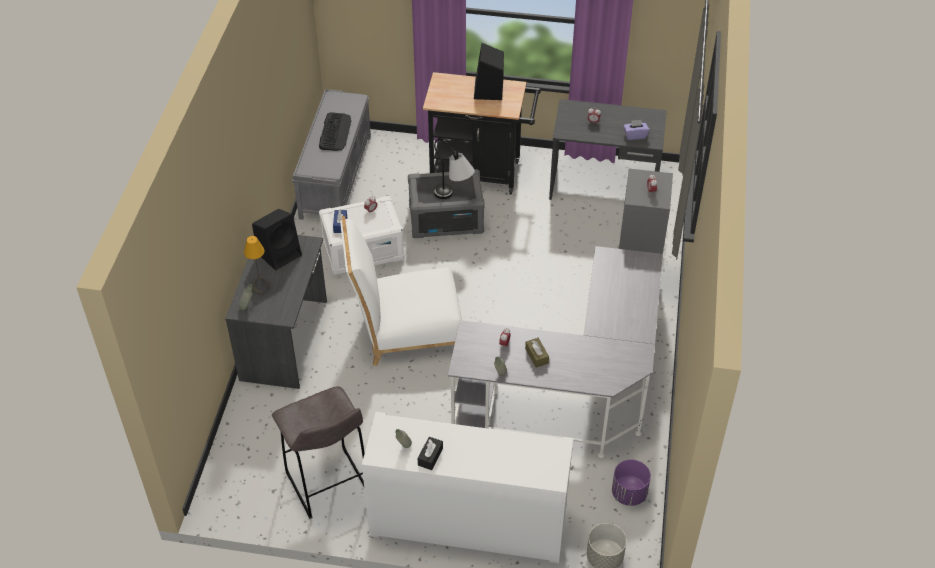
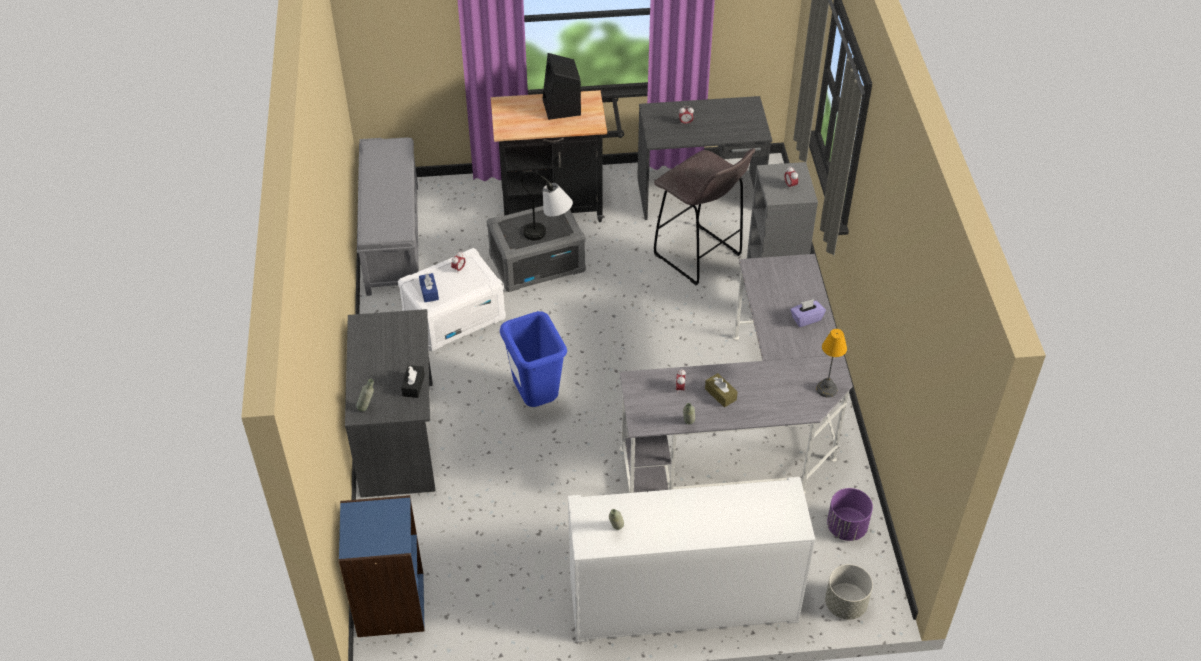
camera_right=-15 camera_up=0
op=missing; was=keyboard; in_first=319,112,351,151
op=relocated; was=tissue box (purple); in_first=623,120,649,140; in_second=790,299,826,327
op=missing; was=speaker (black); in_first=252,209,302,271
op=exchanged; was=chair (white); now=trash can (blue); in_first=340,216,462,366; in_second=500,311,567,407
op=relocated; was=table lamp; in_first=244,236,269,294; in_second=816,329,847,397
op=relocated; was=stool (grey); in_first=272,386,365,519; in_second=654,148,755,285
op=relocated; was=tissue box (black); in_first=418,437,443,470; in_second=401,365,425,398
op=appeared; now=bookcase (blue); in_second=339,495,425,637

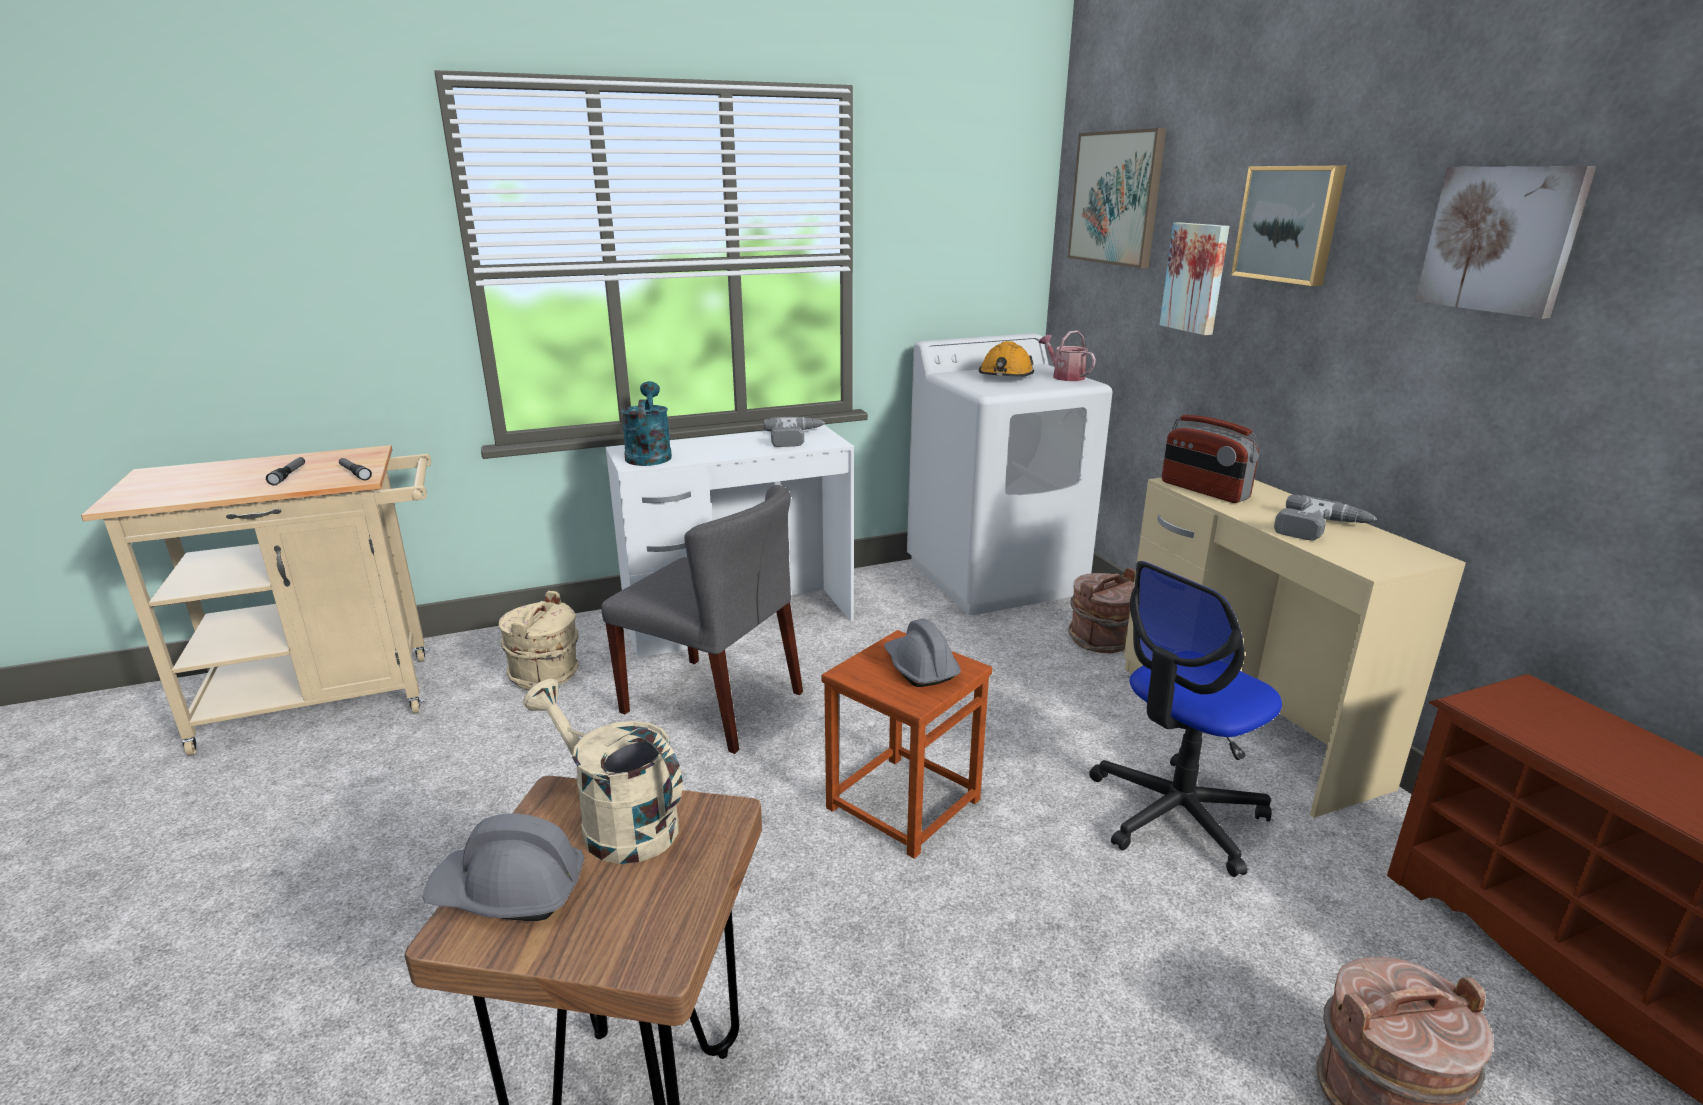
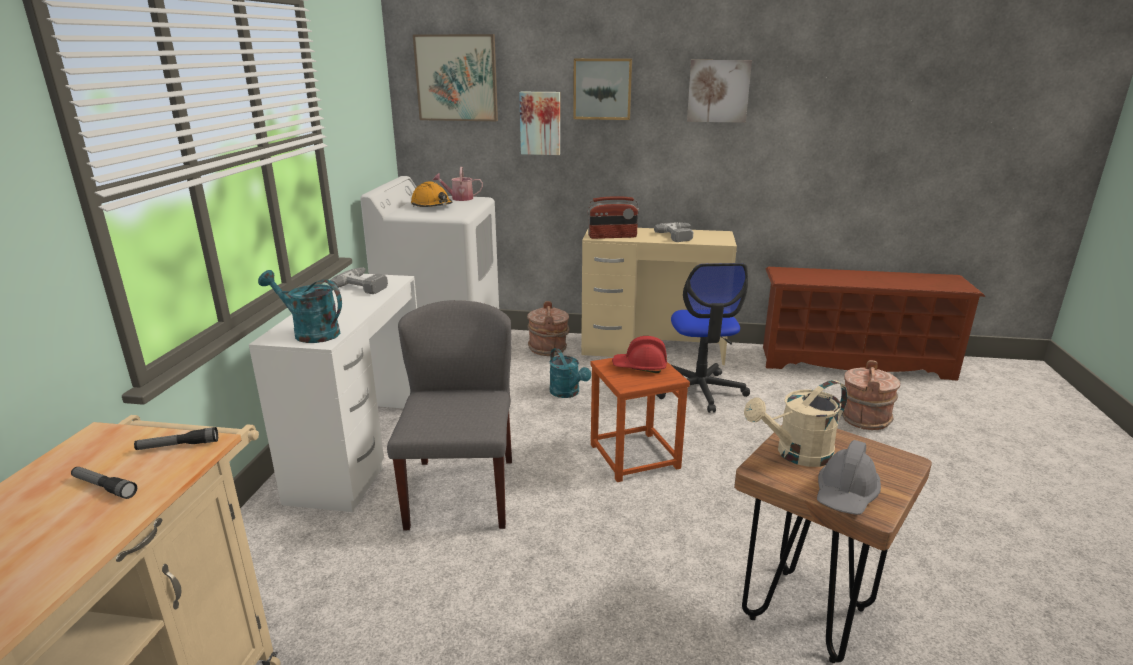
camera_right=-60 camera_up=0
op=spun; was=chair (grey); in_first=601,485,803,754; in_second=387,300,512,530; clockwise=-60
op=missing; was=bucket (beige); in_first=499,591,579,690
op=colour; was=hard hat (grey); now=hard hat (red); in_first=884,619,961,687; in_second=612,336,667,373
op=appeared; now=watering can (turquoise); in_second=550,348,591,398

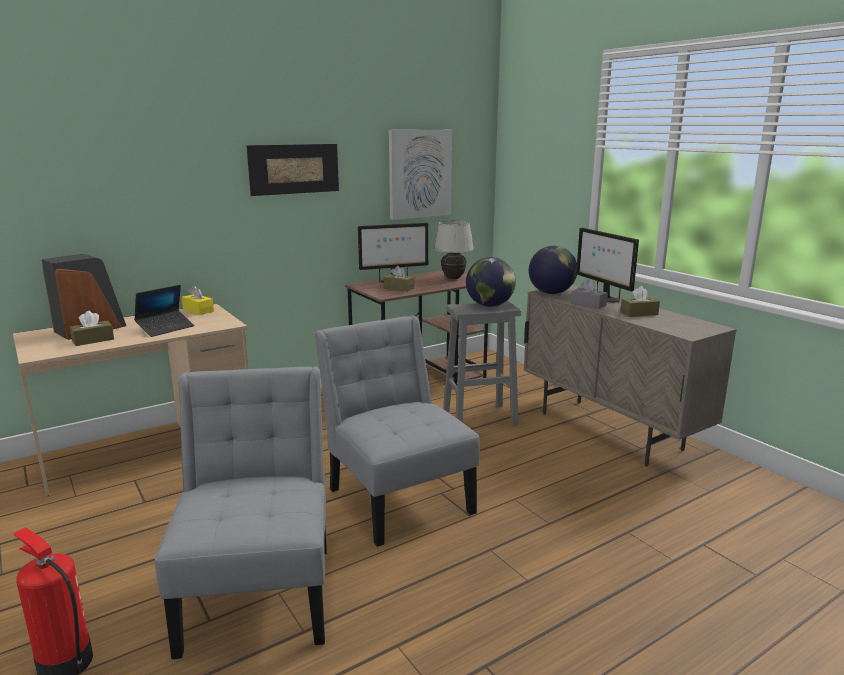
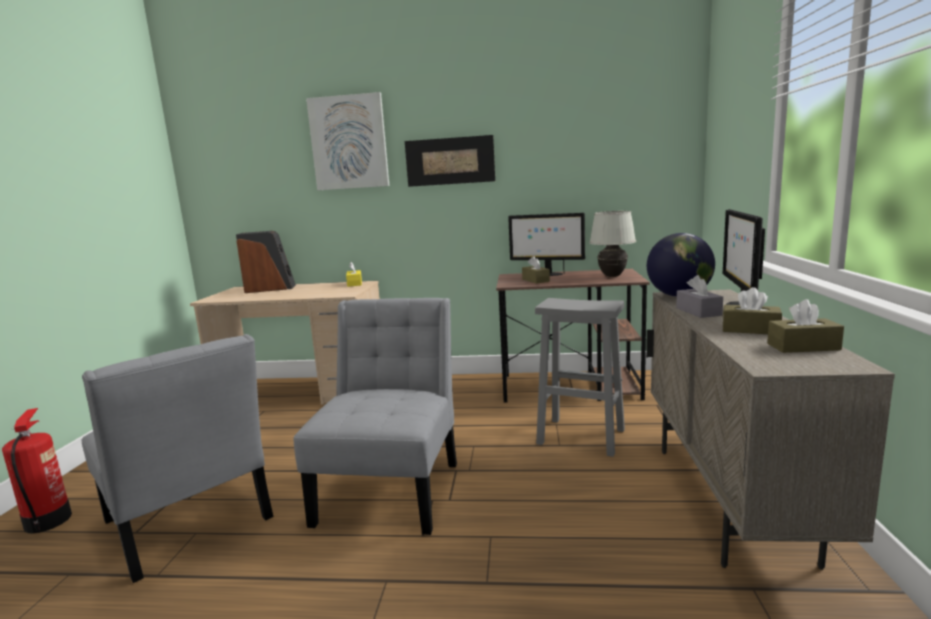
camera_right=40 camera_up=-5
op=relocated; was=picture; in_first=389,130,452,220; in_second=306,92,389,190
op=missing; was=globe; in_first=466,257,516,307
op=missing; was=laptop; in_first=134,285,194,337
op=relocated; was=tissue box (brown); in_first=70,311,114,346; in_second=767,299,844,353
op=spun; was=chair (grey); in_first=155,366,327,659; in_second=82,334,274,583; clockwise=105

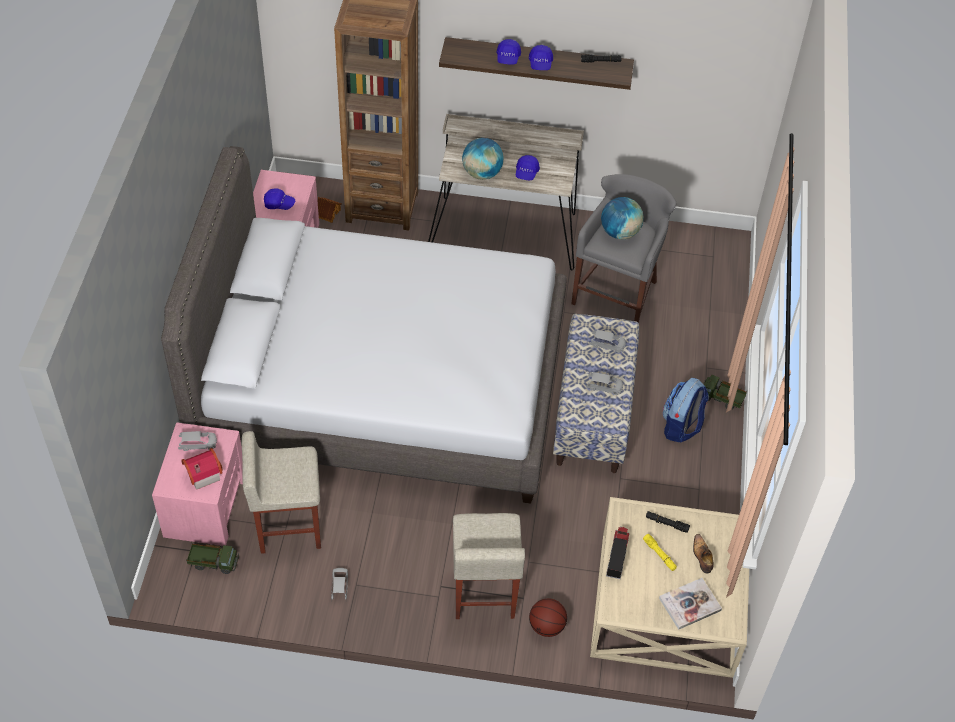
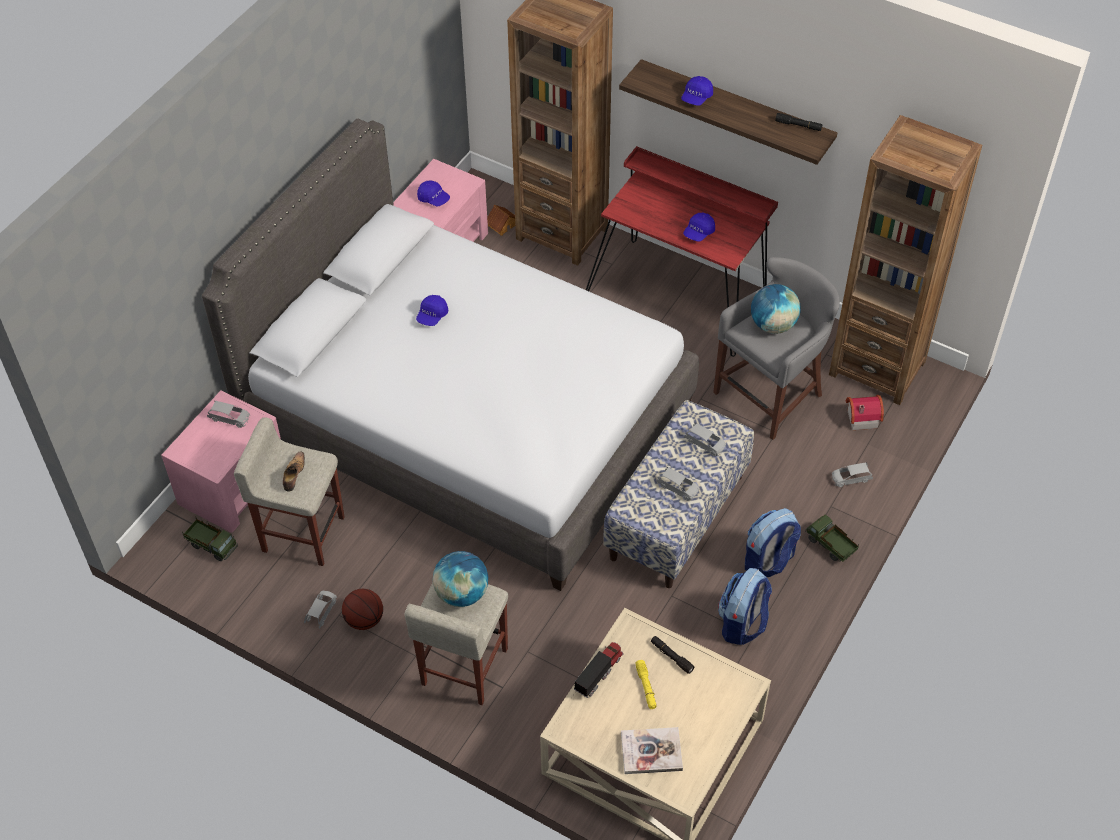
camera_right=25 camera_up=0
op=relocated; was=cap (blue); in_first=529,45,553,70; in_second=416,295,448,326
op=colour; was=desk (beige); now=desk (red); in_first=428,114,584,271; in_second=586,146,778,357
op=relocated; was=globe; in_first=462,138,504,180; in_second=433,551,488,607
op=relocated; was=toy house; in_first=182,448,223,490; in_second=846,395,884,430
op=relocated; was=shoe; in_first=693,534,713,574; in_second=283,451,305,492
op=relocated; was=basketball; in_first=529,598,567,637; in_second=342,589,383,630
op=appeared; now=bookcase (brown); in_second=829,115,982,405
op=appeared; now=toy car (grey); in_second=831,462,873,487
op=appeared; now=backpack; in_second=718,568,772,645

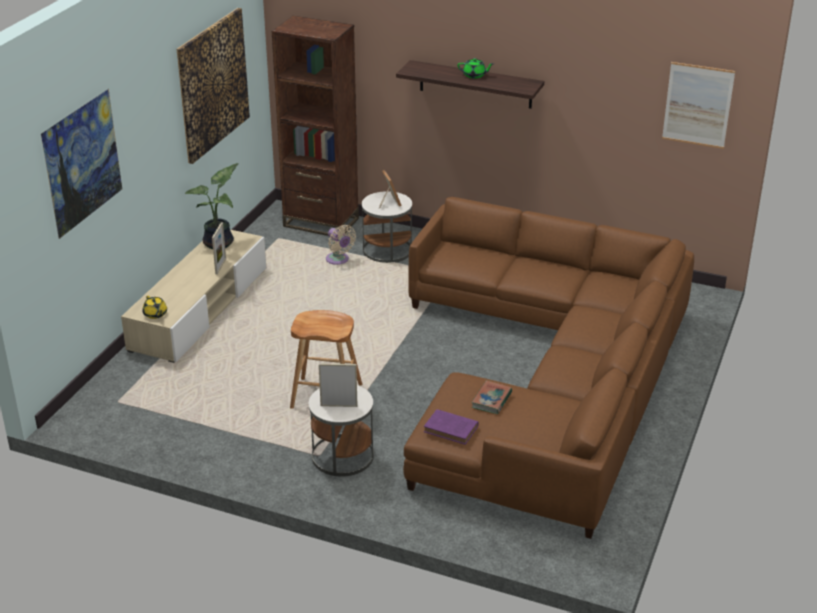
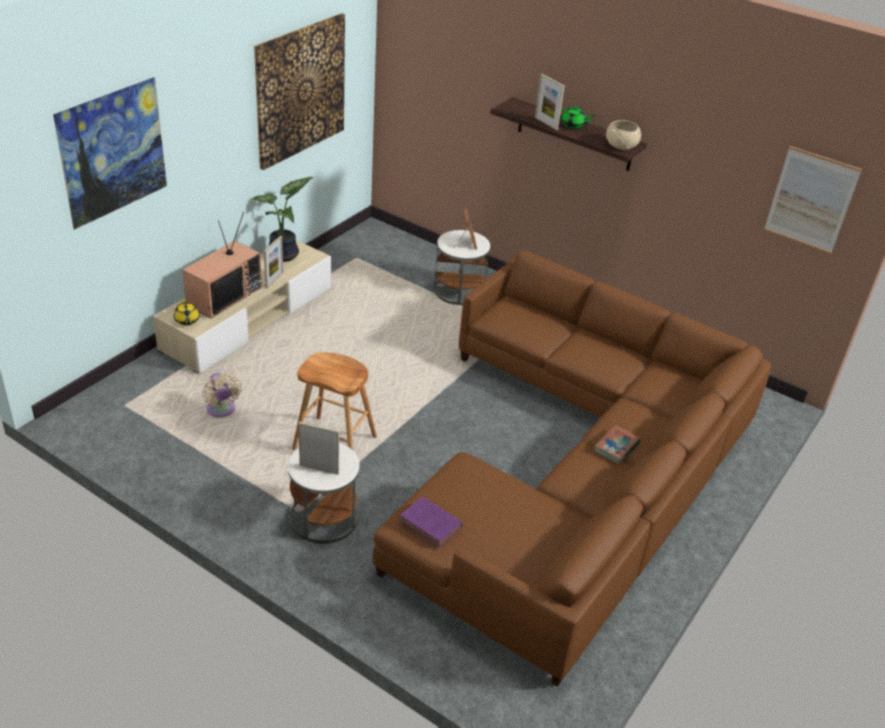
camera_right=10 camera_up=5
op=missing; was=bookcase (brown); in_first=272,16,359,236
op=relocated; was=fan (beige); in_first=326,225,356,265; in_second=202,372,242,417
op=relocated; was=book; in_first=471,381,512,414; in_second=594,425,641,464
op=appeared; now=picture frame; in_second=535,74,565,130
op=appeared; now=bowl (beige); in_second=606,120,641,150
op=appeared; now=television; in_second=182,212,262,318

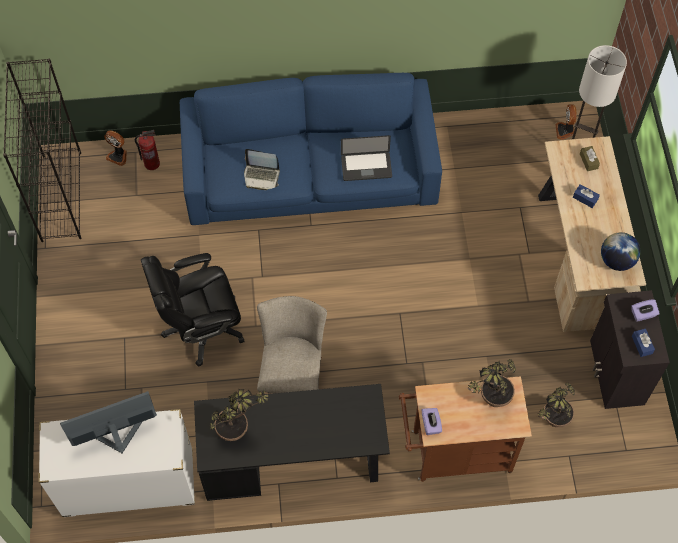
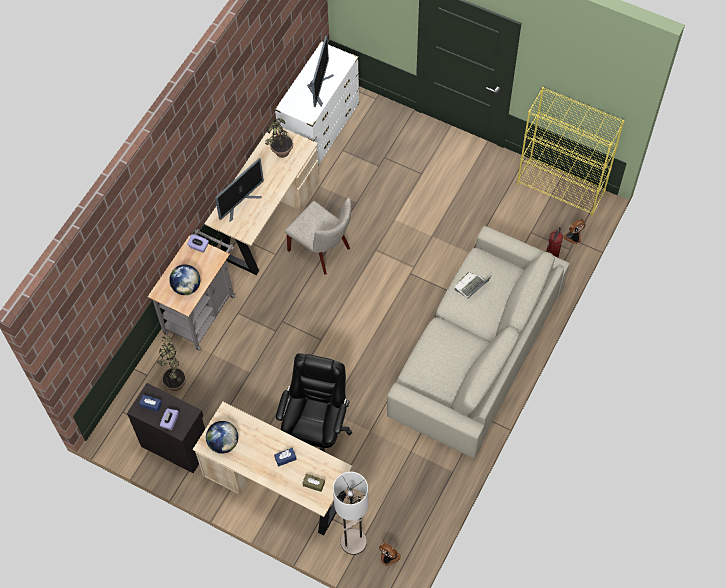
camera_right=125 camera_up=0
op=colour; was=bookcase (black); now=bookcase (yellow); in_first=3,58,81,242; in_second=517,87,624,217
op=colour; was=sofa (blue); now=sofa (beige); in_first=180,73,442,225; in_second=387,226,570,458
op=missing; was=laptop; in_first=341,135,392,181
op=relocated; was=office chair (black); in_first=141,253,245,367; in_second=276,353,352,453
op=exchanged; was=potted plant; now=globe; in_first=465,359,516,407; in_second=169,265,200,295
op=colour; was=cart (brown); now=cart (grey); in_first=399,376,532,482; in_second=148,229,235,351
op=colour; was=desk (black); now=desk (beige); in_first=194,384,390,501; in_second=204,128,320,275
op=appeared; now=monitor; in_second=215,158,264,222

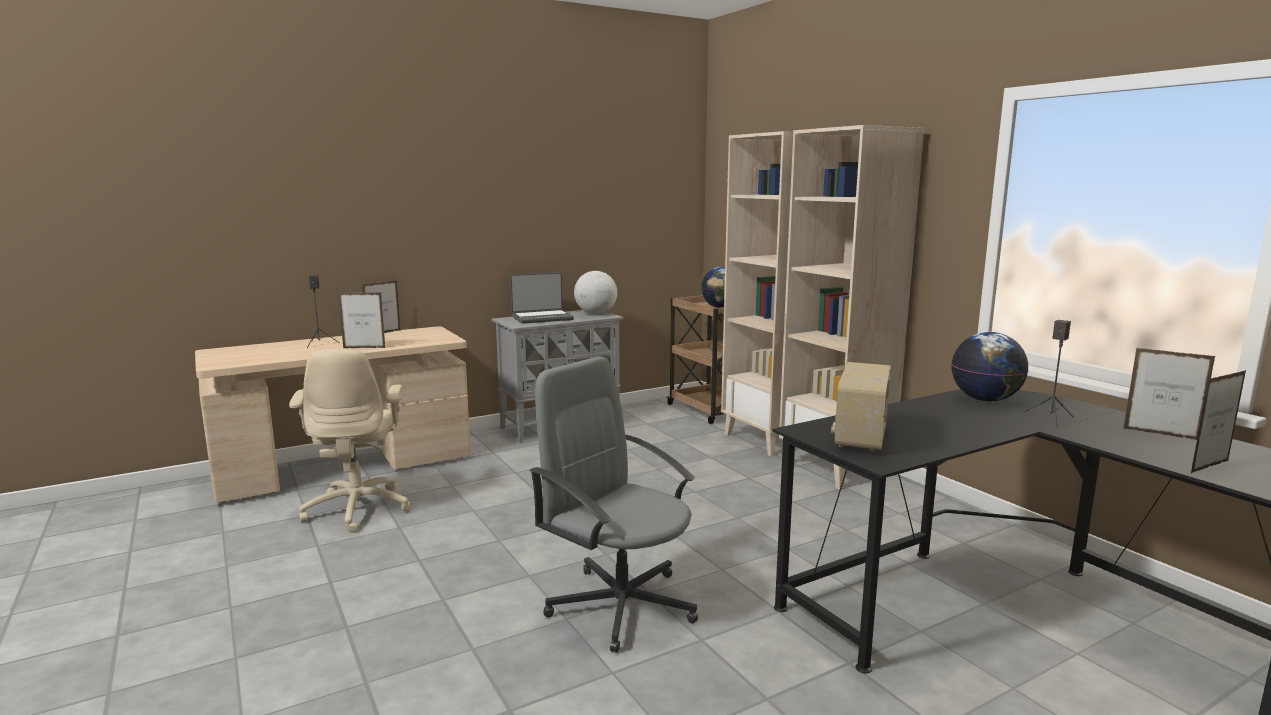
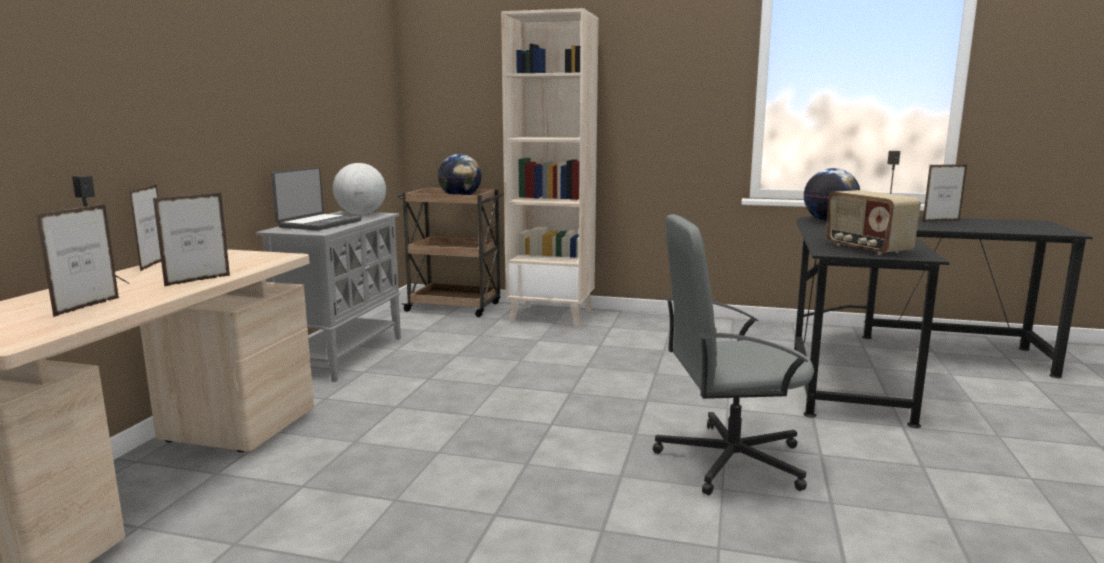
camera_right=-45 camera_up=0
op=missing; was=bookcase (beige); in_first=779,125,924,490
op=missing; was=office chair (beige); in_first=289,348,412,533
op=relocated; was=picture frame; in_first=1191,370,1246,473; in_second=36,204,119,317

